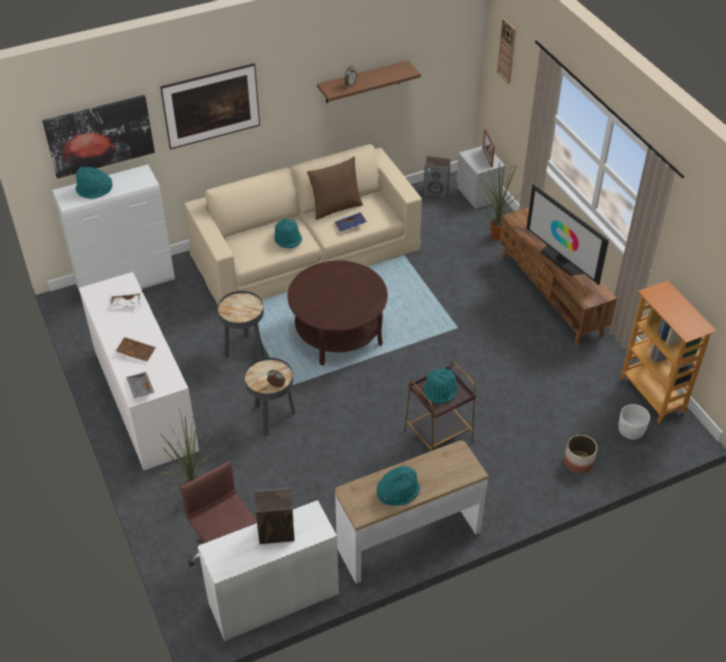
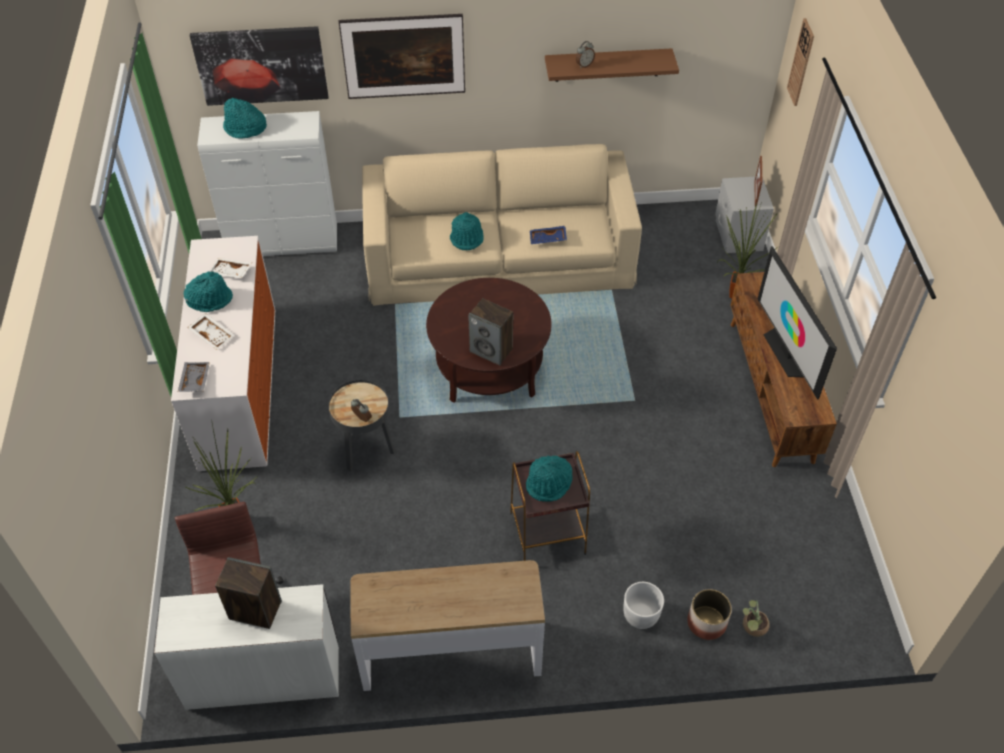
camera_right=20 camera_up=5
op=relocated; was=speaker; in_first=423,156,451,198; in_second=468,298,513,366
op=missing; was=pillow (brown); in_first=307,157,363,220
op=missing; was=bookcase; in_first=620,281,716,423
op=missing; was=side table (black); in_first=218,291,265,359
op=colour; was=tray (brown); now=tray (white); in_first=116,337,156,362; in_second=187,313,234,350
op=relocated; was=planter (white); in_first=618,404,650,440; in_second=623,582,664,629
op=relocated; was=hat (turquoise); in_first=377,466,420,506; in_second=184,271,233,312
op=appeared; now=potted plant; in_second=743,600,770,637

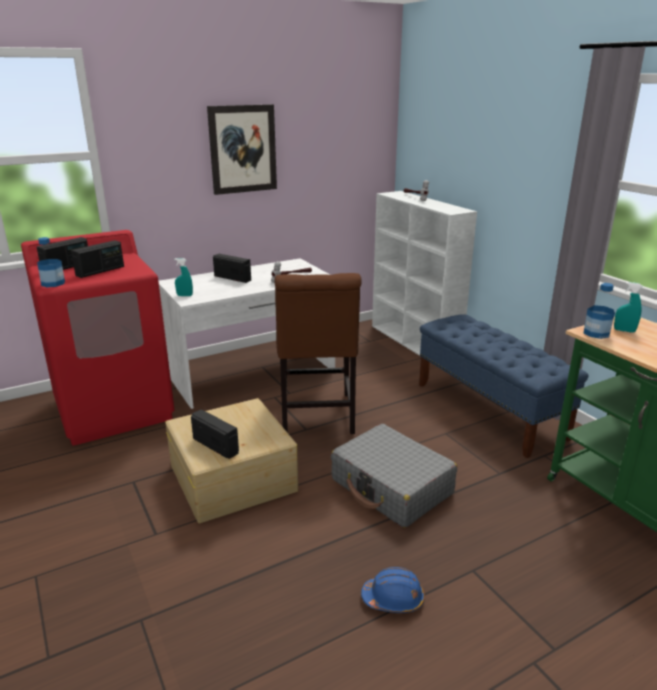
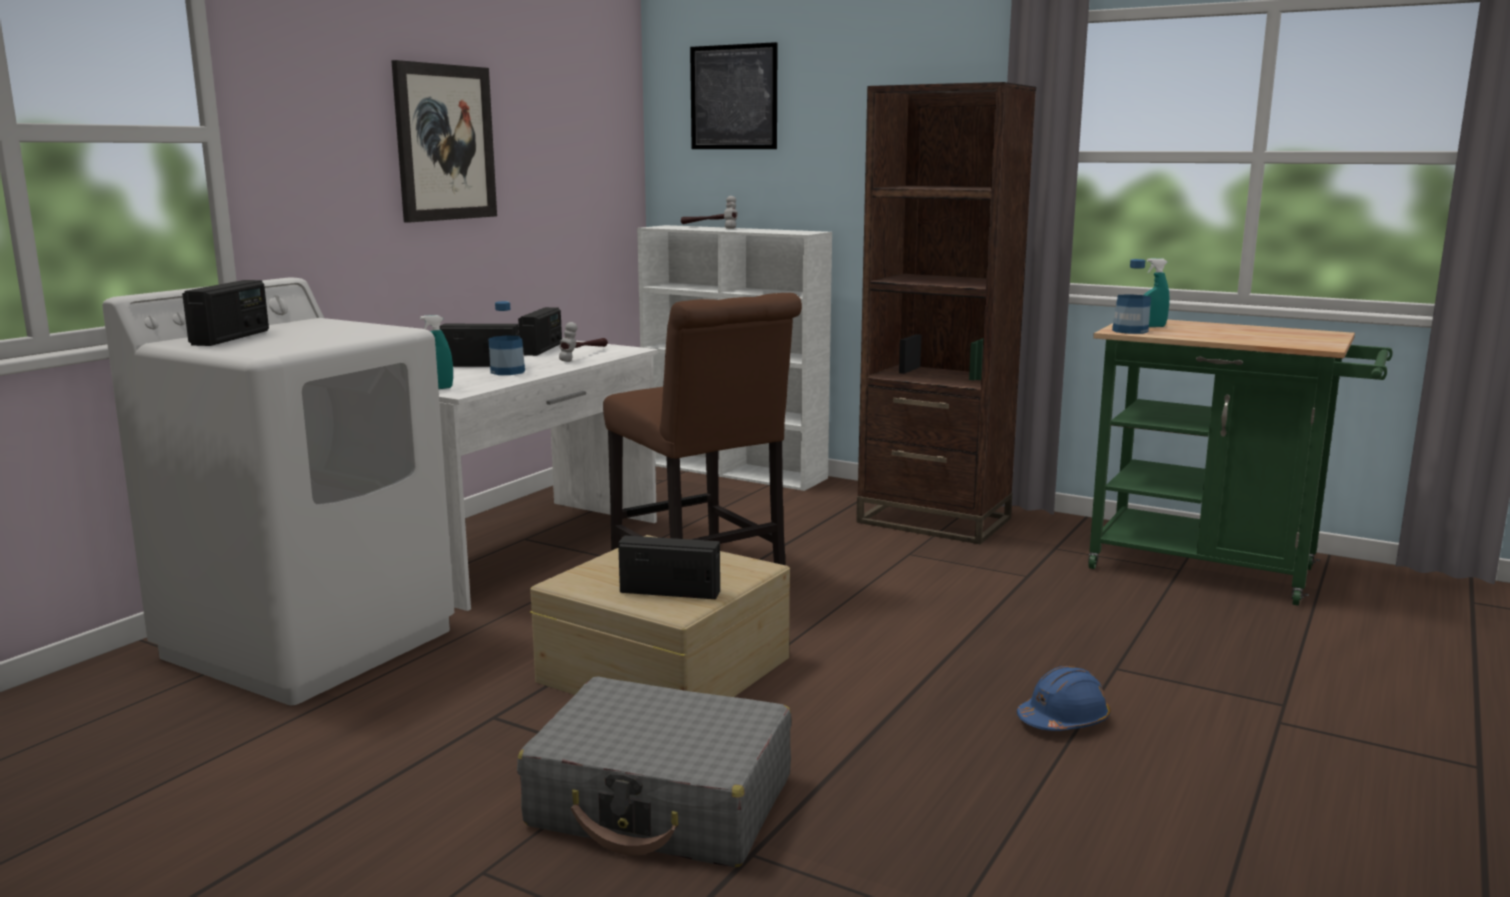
camera_right=-30 camera_up=-10
op=colour; was=washing machine (red); now=washing machine (white); in_first=21,230,174,446; in_second=102,277,454,705
op=relocated; was=bottle; in_first=37,237,65,287; in_second=488,301,525,375
op=relocated; was=radio; in_first=71,240,124,278; in_second=518,307,562,356
op=exchanged; was=bench (blue); now=bookcase (brown); in_first=419,314,588,458; in_second=856,82,1036,544
op=relocated; was=suitcase (grey); in_first=331,424,457,528; in_second=517,677,792,868
op=appeared; now=picture; in_second=690,42,777,149

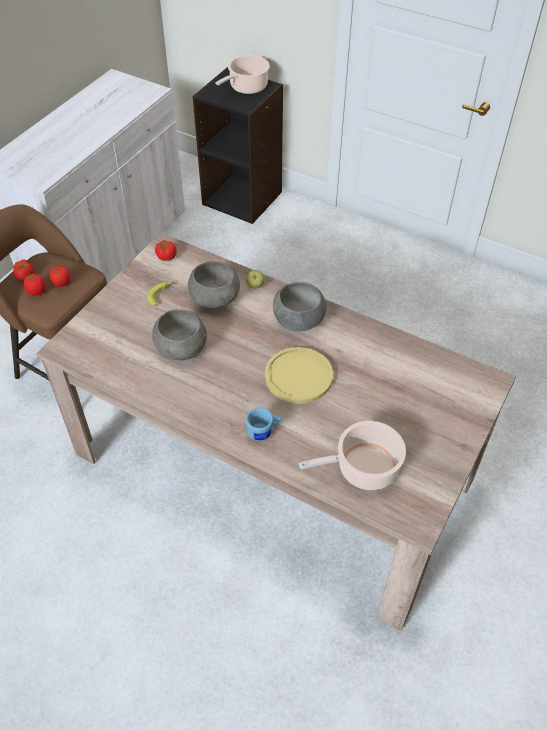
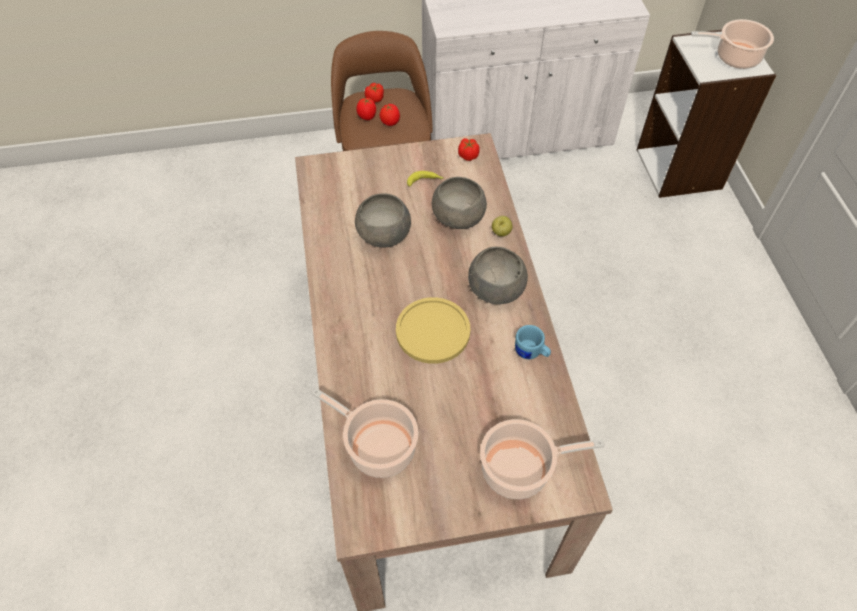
camera_right=50 camera_up=5
op=colour; was=bookcase (black); now=bookcase (white); in_first=193,67,283,224; in_second=637,30,776,198
op=relocated; was=mug (blue); in_first=246,408,282,441; in_second=515,325,551,359
op=appeared; now=cooking pot; in_second=480,419,604,499

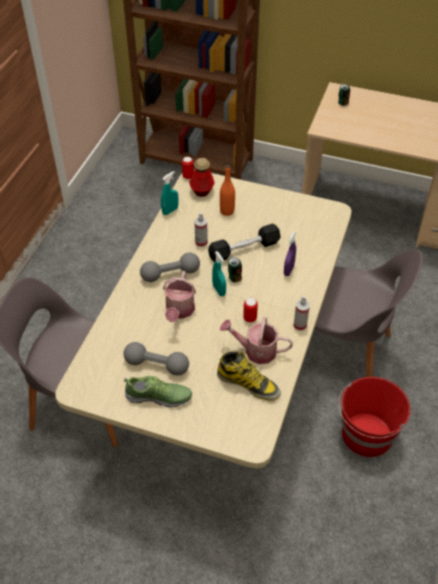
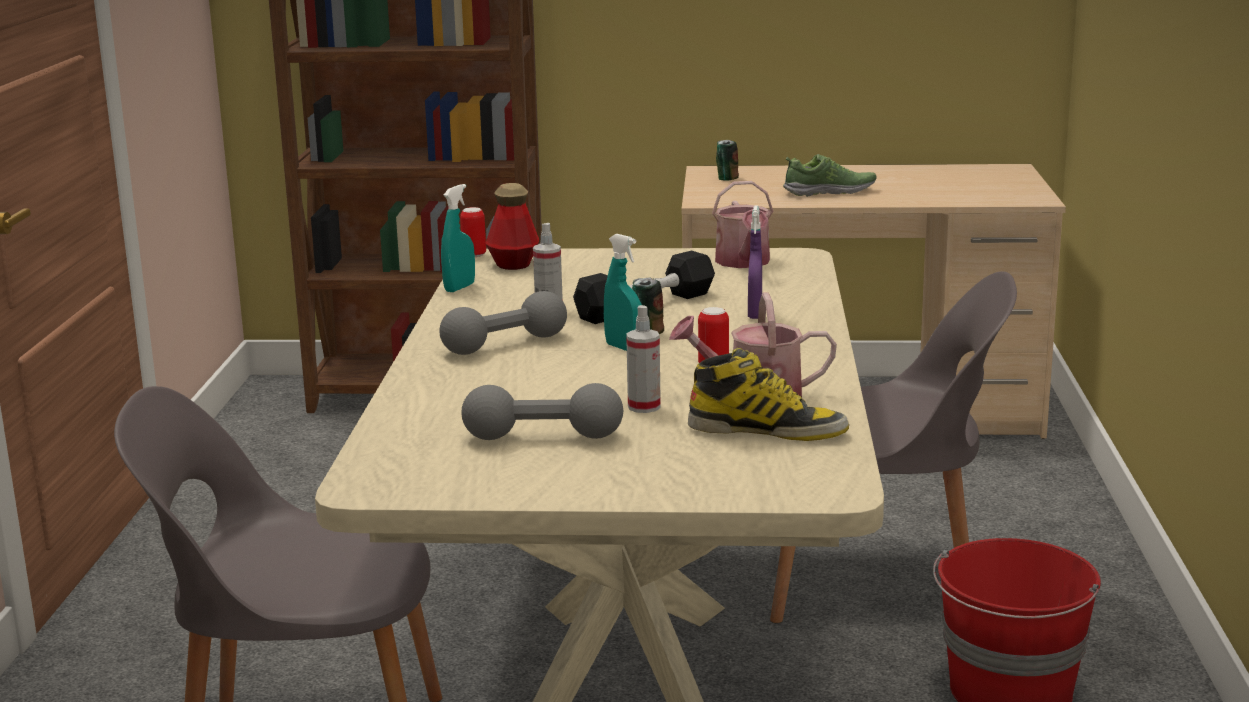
camera_right=-15 camera_up=-30
op=missing; was=bottle (orange); in_first=220,165,235,216
op=relocated; was=watering can; in_first=163,271,196,322; in_second=712,181,773,268
op=relocated; was=spray bottle; in_first=294,295,310,331; in_second=626,305,661,413
op=relocated; was=shoe; in_first=123,376,192,408; in_second=783,154,877,197

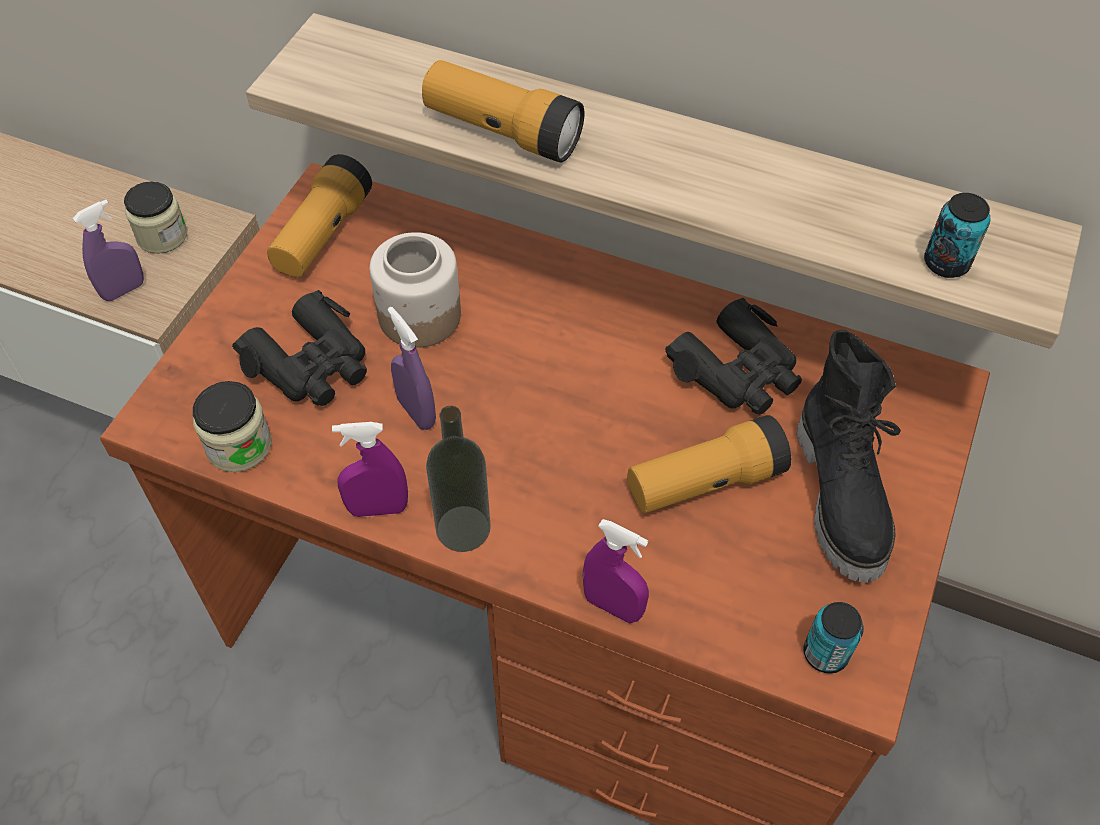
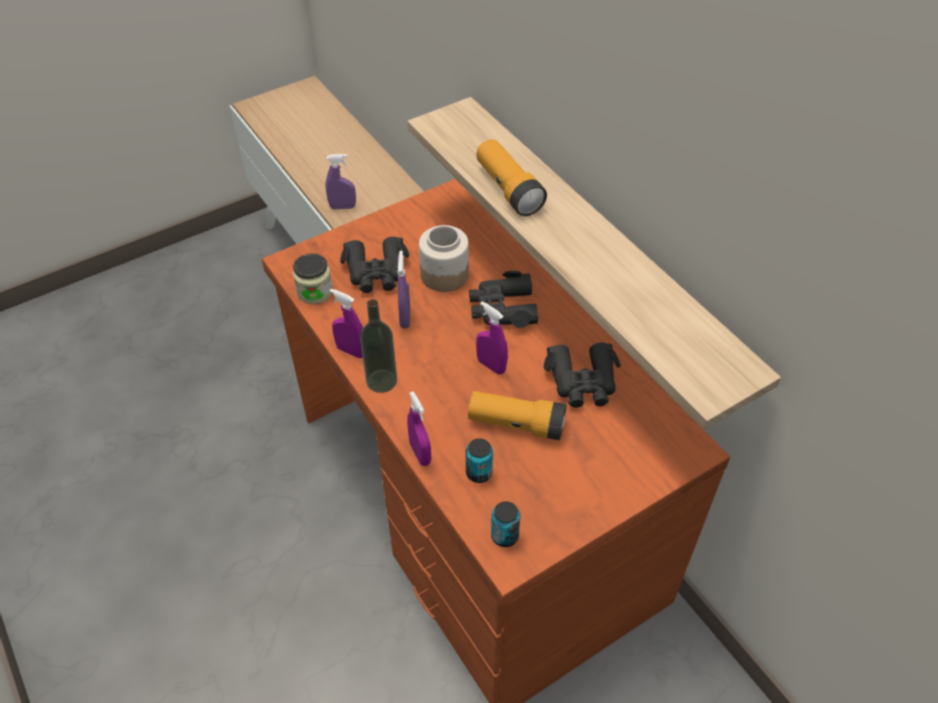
camera_right=35 camera_up=-5
op=missing; was=flashlight; in_first=267,154,372,277
op=missing; was=jar; in_first=124,181,187,254
op=relocated; was=can; in_first=924,193,991,278; in_second=466,438,493,483
op=missing; was=boot (black); in_first=797,330,901,583
op=appeared; now=binoculars (black); in_second=469,271,539,328
op=appeared; now=spray bottle (purple); in_second=476,301,508,374

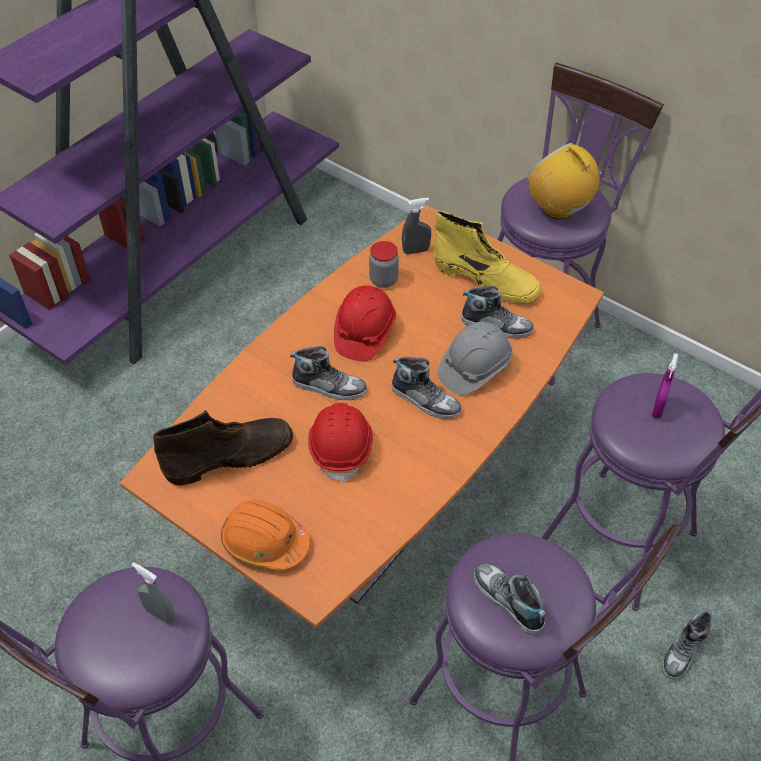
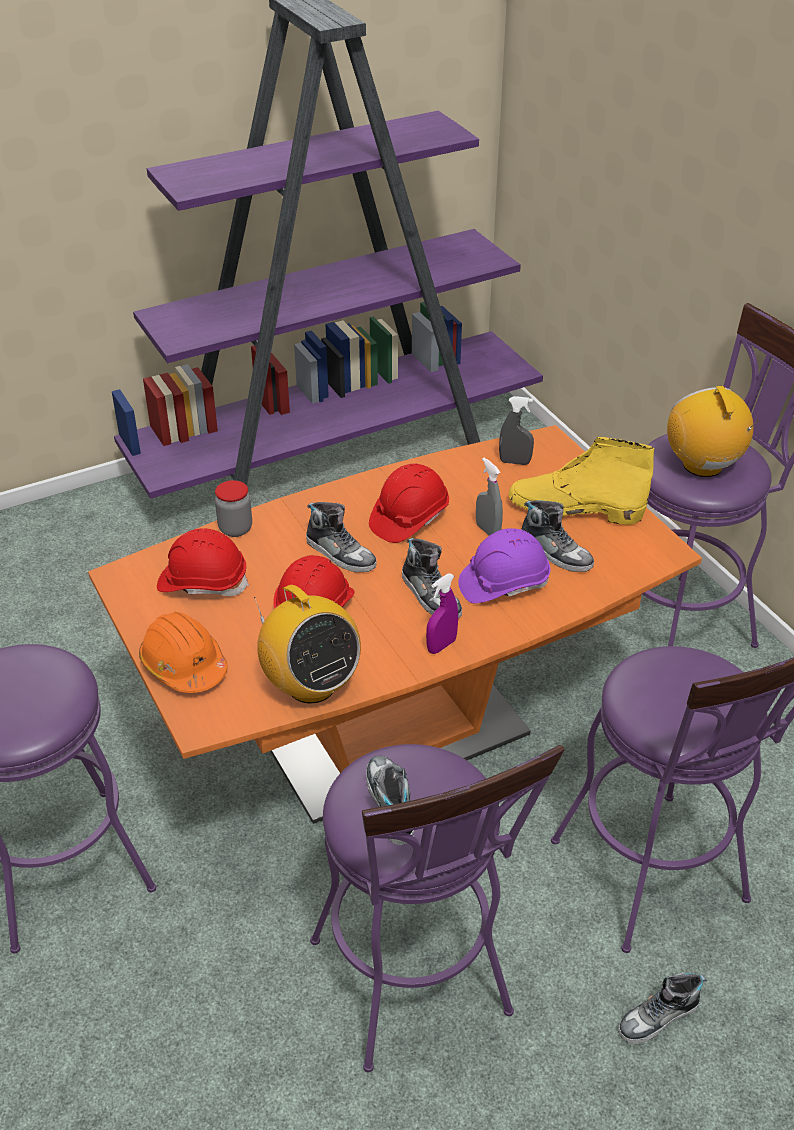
camera_right=25 camera_up=-10
op=spun; was=boot (yellow); in_first=434,211,542,303; in_second=509,437,655,525; clockwise=135
op=relocated; was=jar; in_first=369,241,399,288; in_second=215,480,252,537
op=colour; was=hard hat (grey); now=hard hat (purple); in_first=438,322,513,395; in_second=458,528,550,603
op=relocated; was=spray bottle (purple); in_first=652,353,678,419; in_second=426,574,458,654
op=exchanged; was=boot (brown); now=hard hat (red); in_first=153,410,293,486; in_second=157,528,249,596
op=relocated; was=spray bottle (grey); in_first=132,562,175,624; in_second=476,458,503,536
op=appeared; now=radio; in_second=254,585,361,704

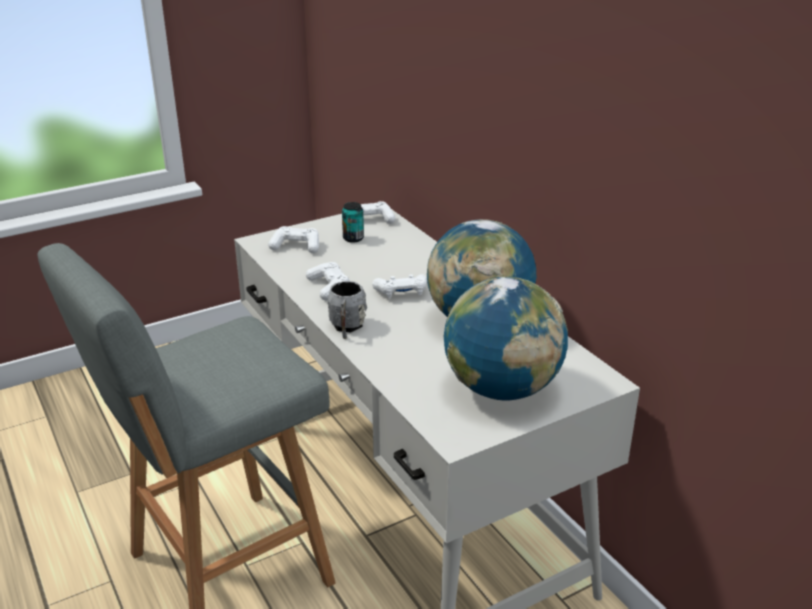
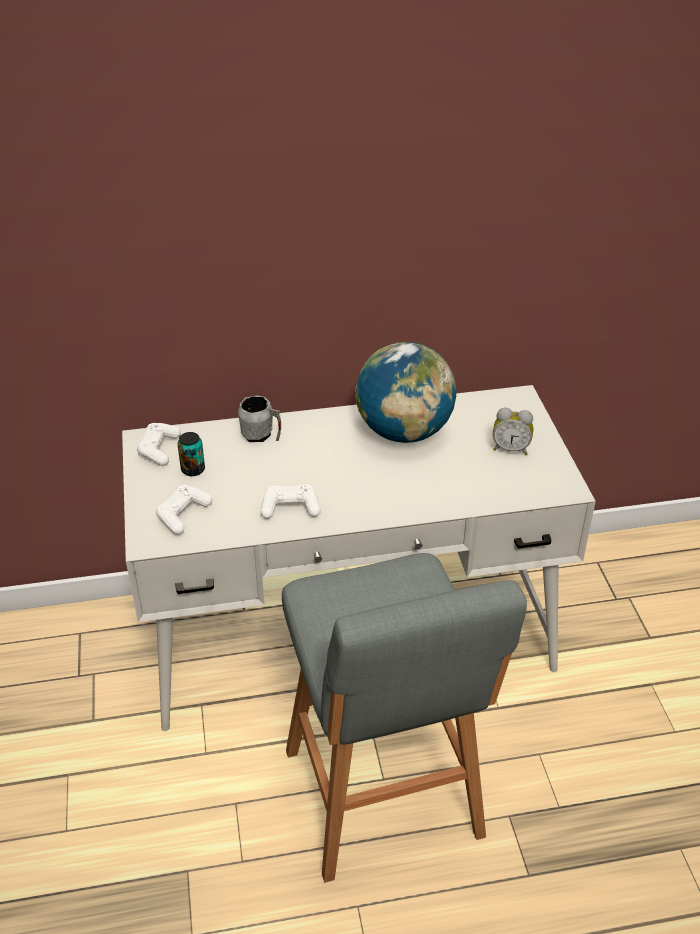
camera_right=-70 camera_up=10
op=missing; was=game controller (white); in_first=372,274,427,298
op=exchanged; was=globe; now=alarm clock; in_first=444,277,568,400; in_second=493,407,533,455
op=relocated; was=mug (grey); in_first=328,281,367,339; in_second=238,395,281,442

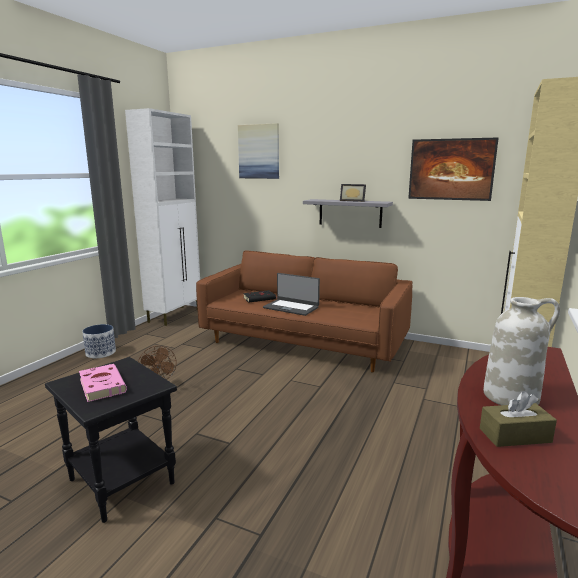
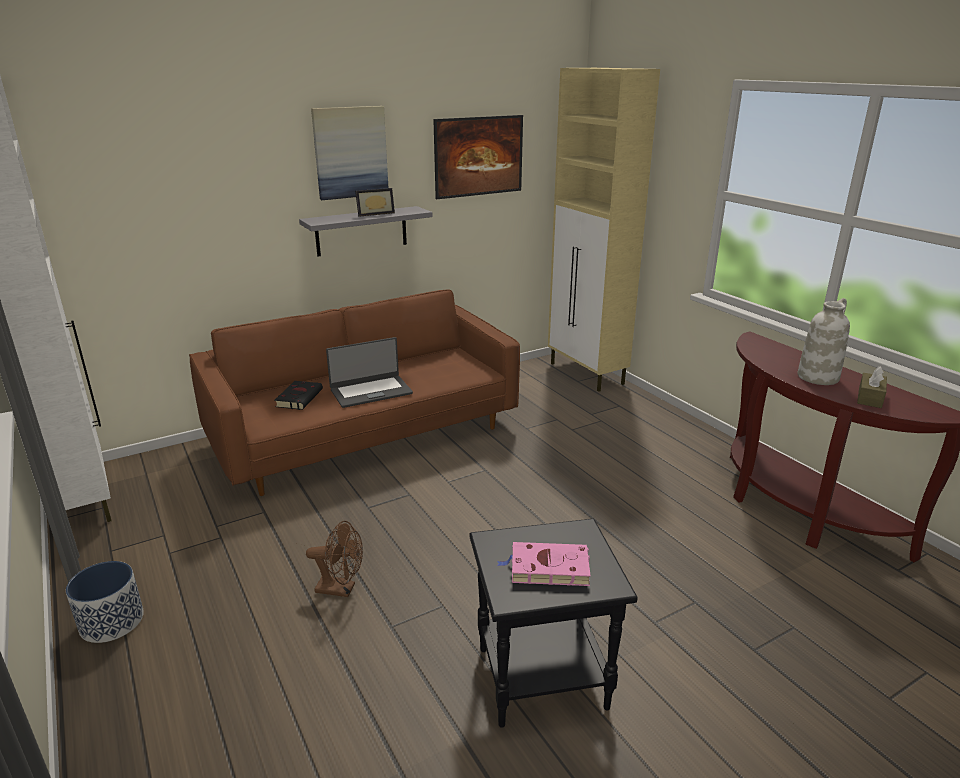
camera_right=-55 camera_up=10
op=relocated; was=picture; in_first=238,123,279,179; in_second=311,106,388,200

